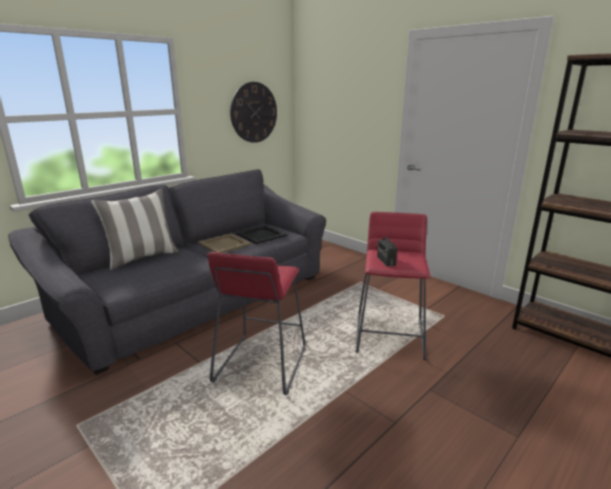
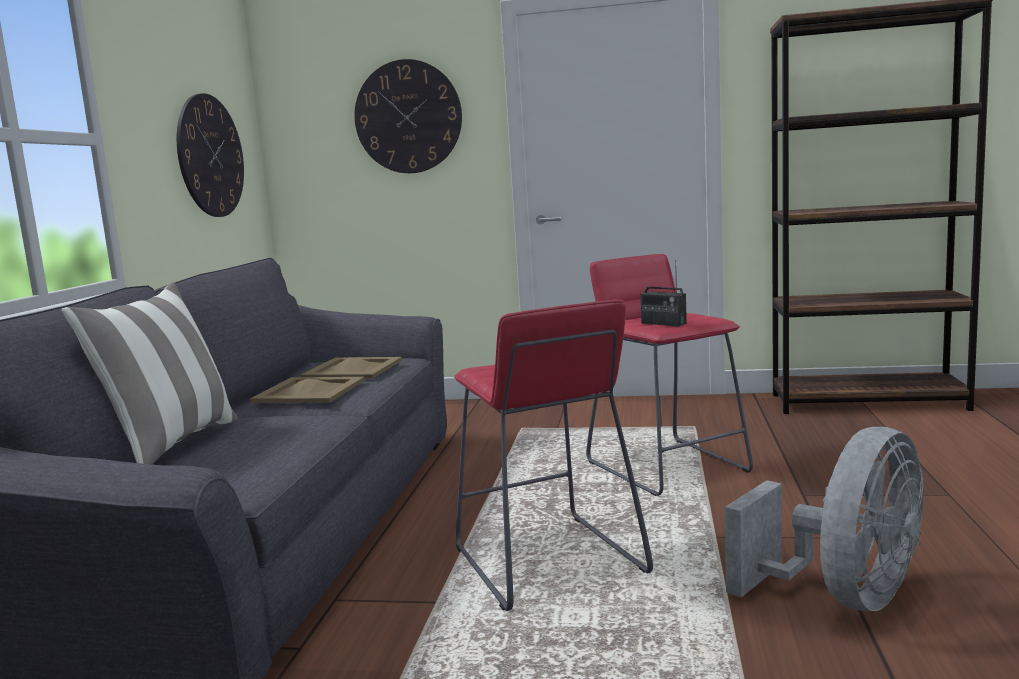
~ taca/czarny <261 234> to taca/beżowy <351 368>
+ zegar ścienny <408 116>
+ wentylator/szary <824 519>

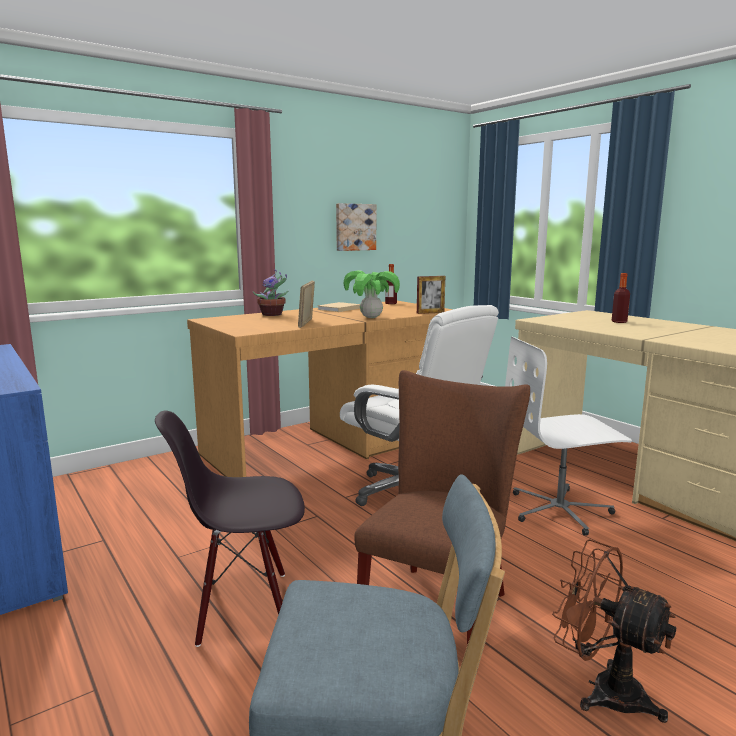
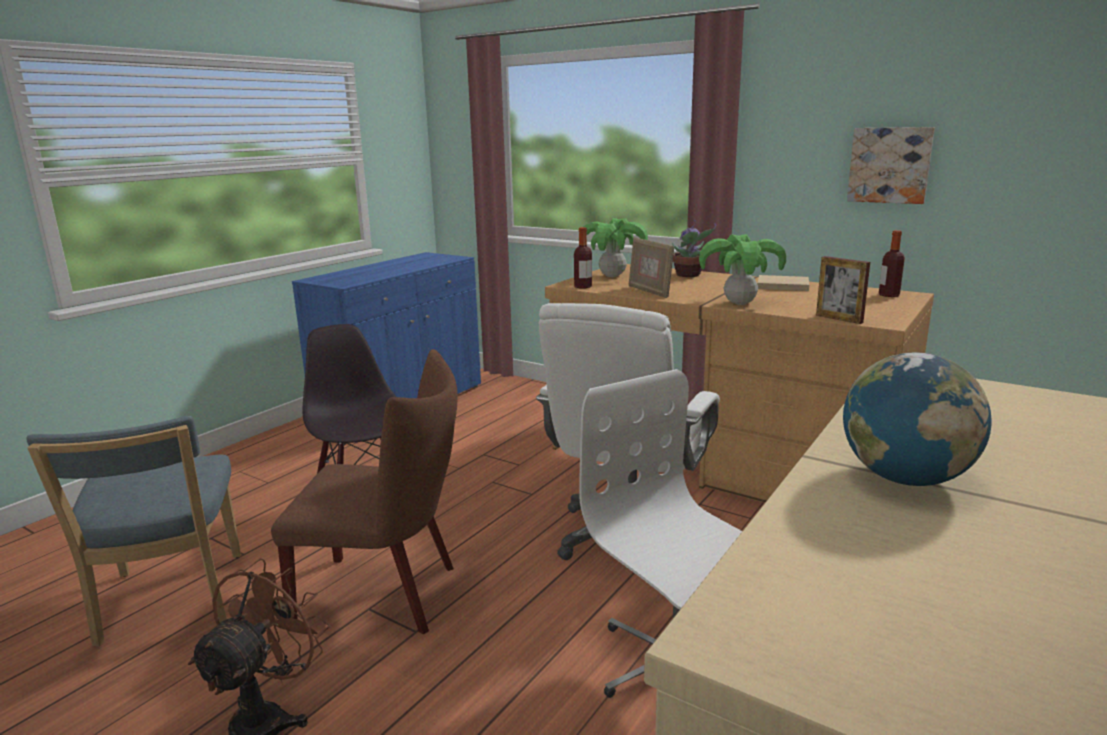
~ ramka na zdjęcie <306 304> = <651 267> 105 degrees counterclockwise
~ butelka <621 298> to <583 257>
+ roślina doniczkowa <615 247>
+ globus <917 419>

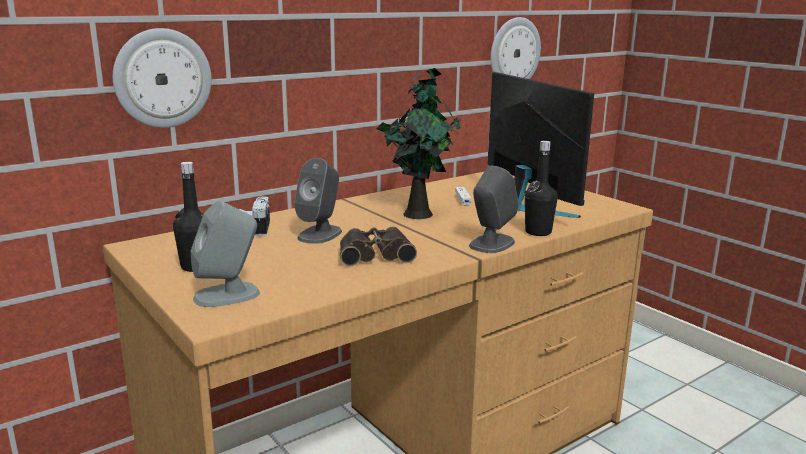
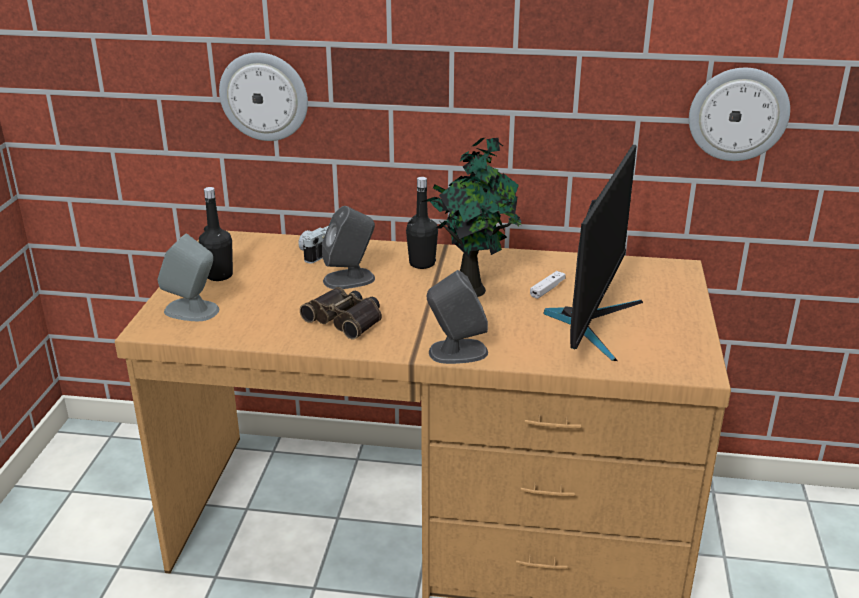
~ butelka/czarny <541 188> to <422 223>

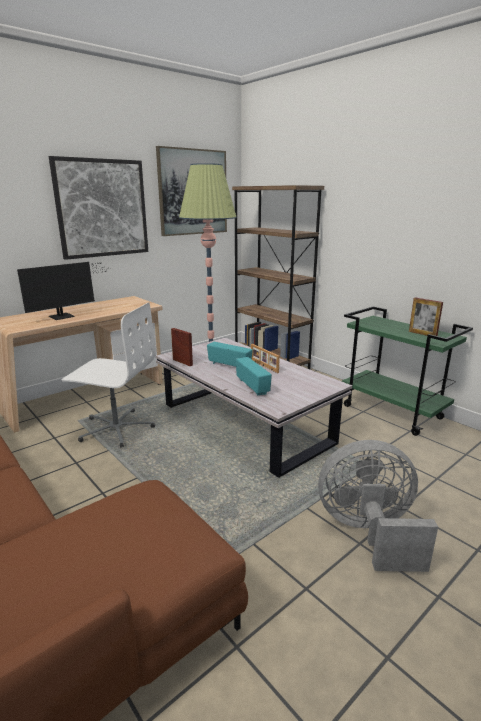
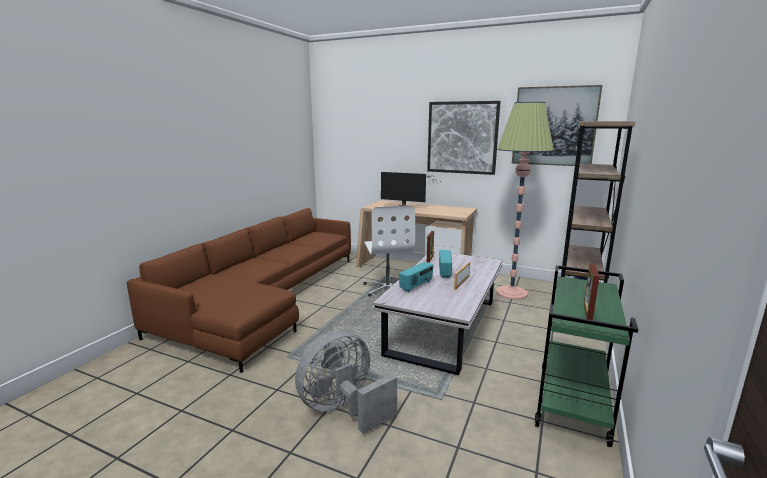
~ wentylator/szary <378 506> = <346 382> 105 degrees counterclockwise

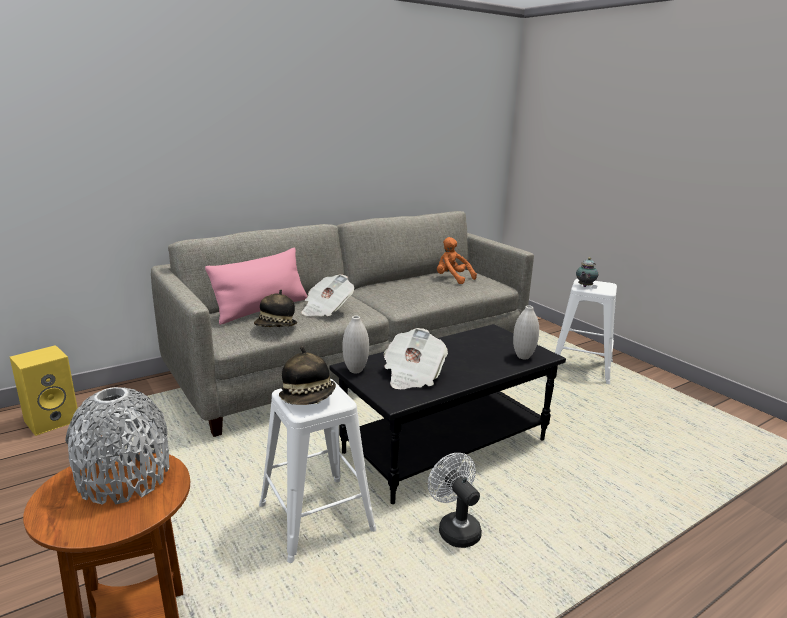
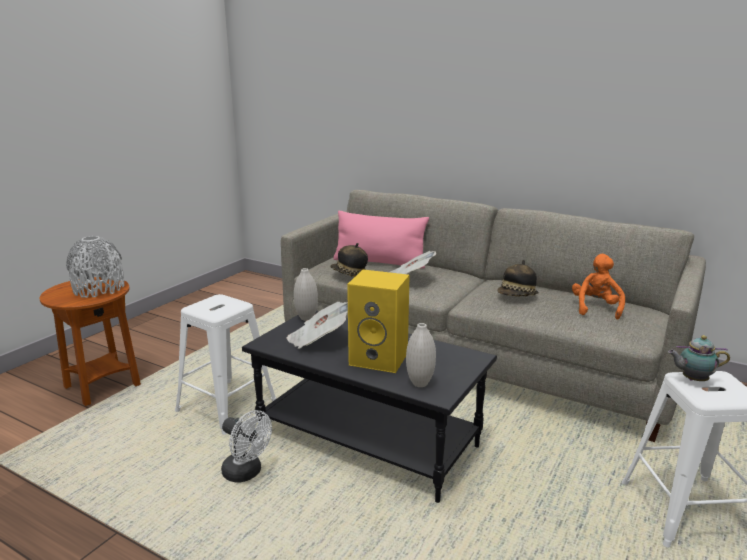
~ głośnik/żółty <44 390> to <378 321>
~ kapelusz <307 376> to <518 278>
~ wentylator/biały <455 500> = <246 446> 90 degrees clockwise

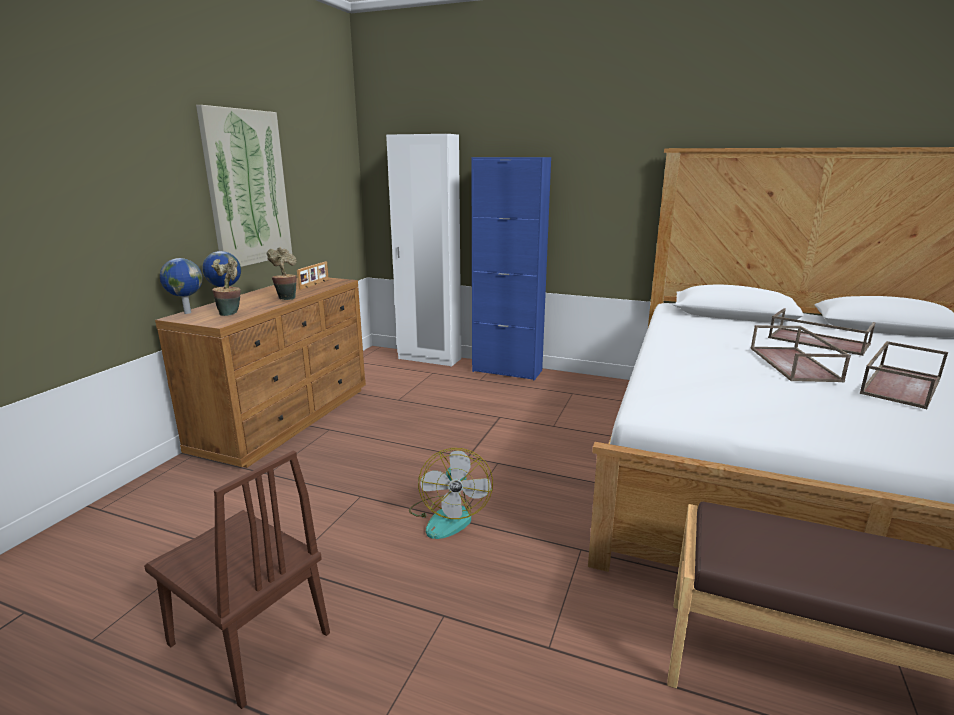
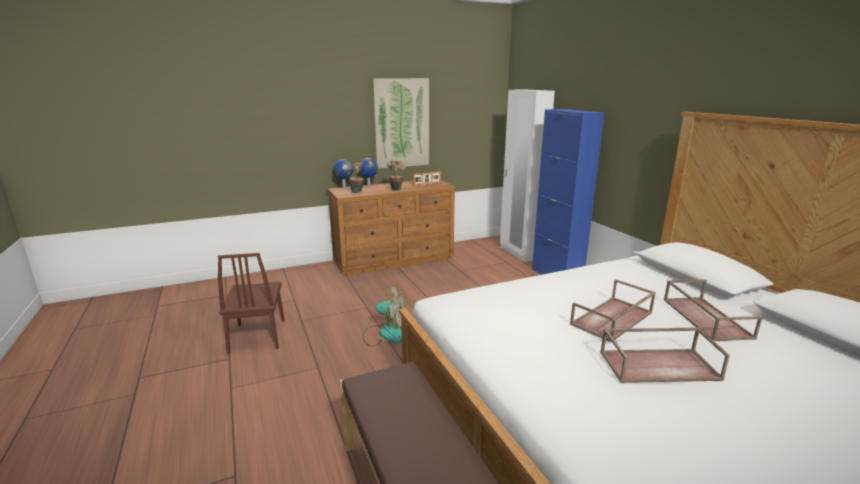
~ wentylator <451 493> = <384 315> 120 degrees counterclockwise

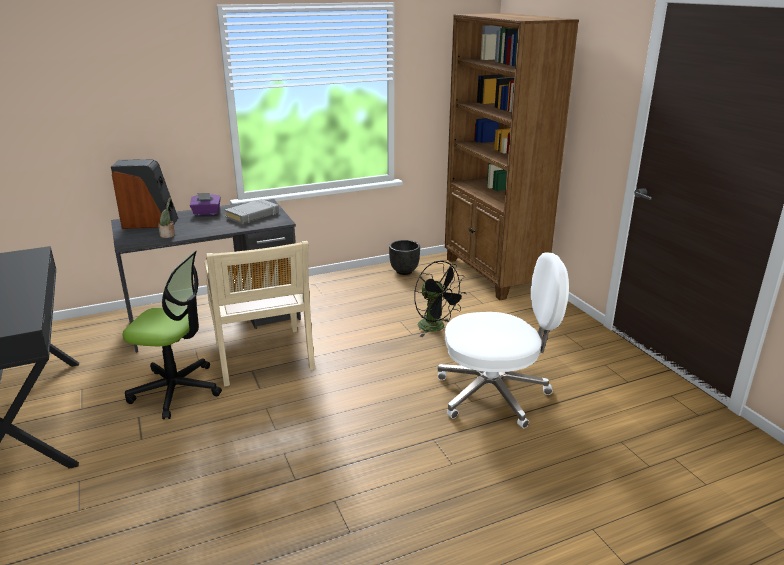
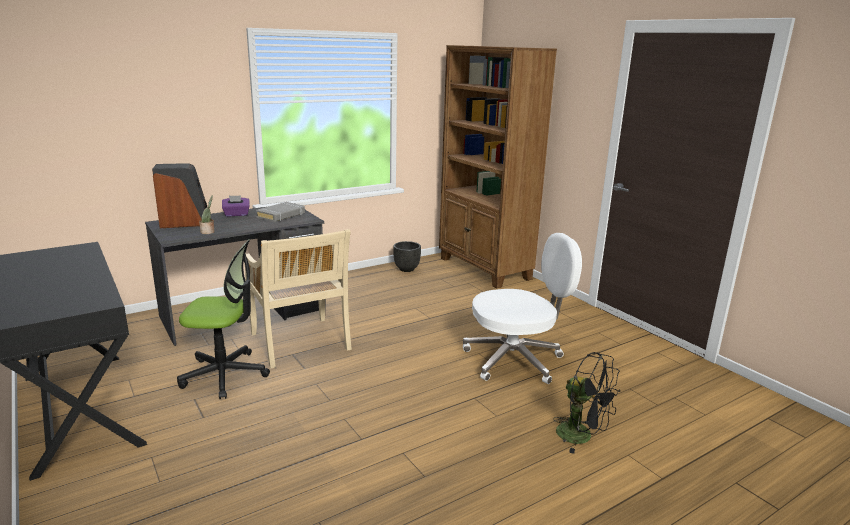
~ wentylator/czarny <440 299> to <586 403>

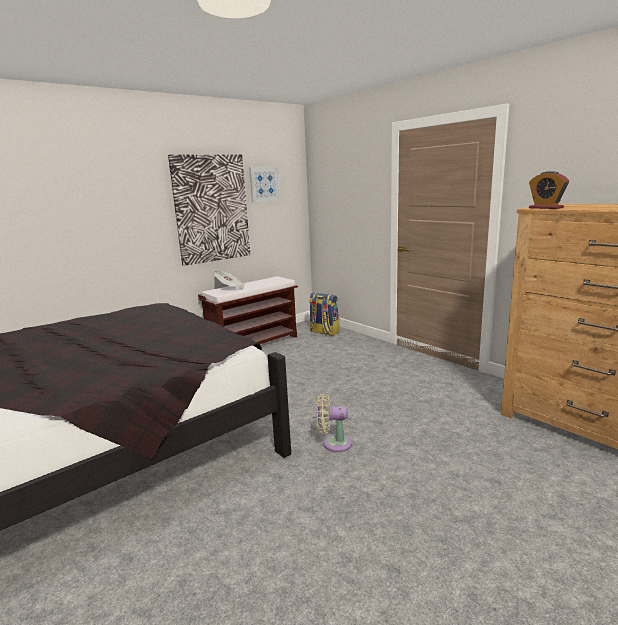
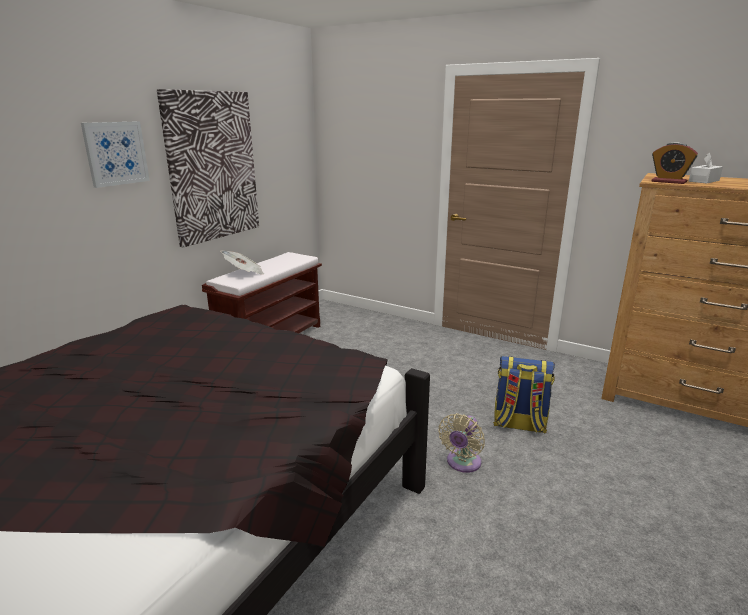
~ obraz <265 184> to <115 154>
~ plecak <324 314> to <524 395>
~ wentylator/beżowy <334 422> = <461 443> 45 degrees counterclockwise
+ pudełko chusteczek/biały <706 168>

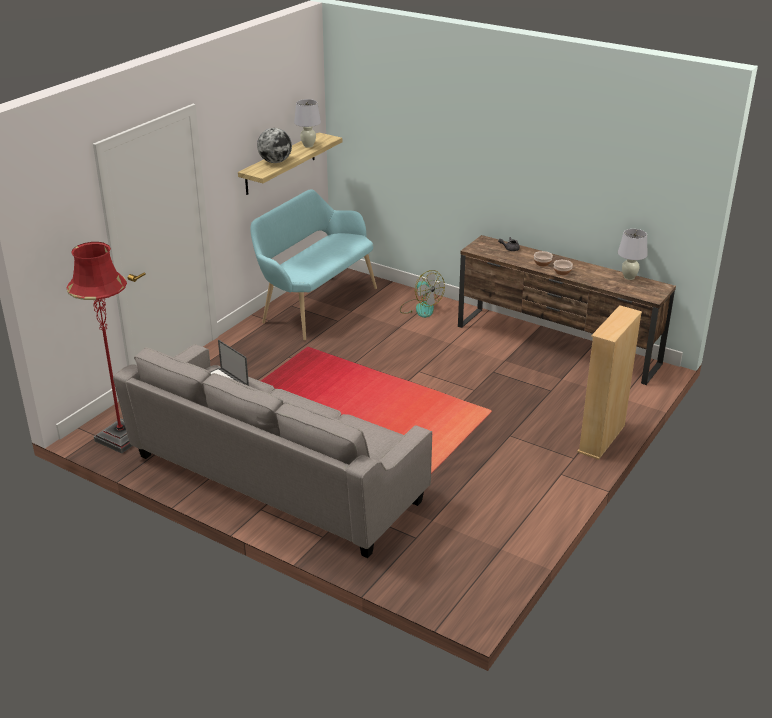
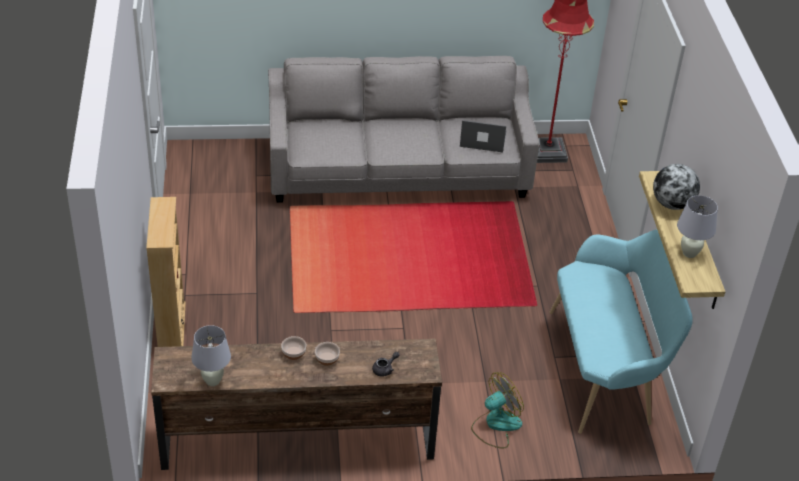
~ wentylator <422 294> = <497 410> 135 degrees clockwise

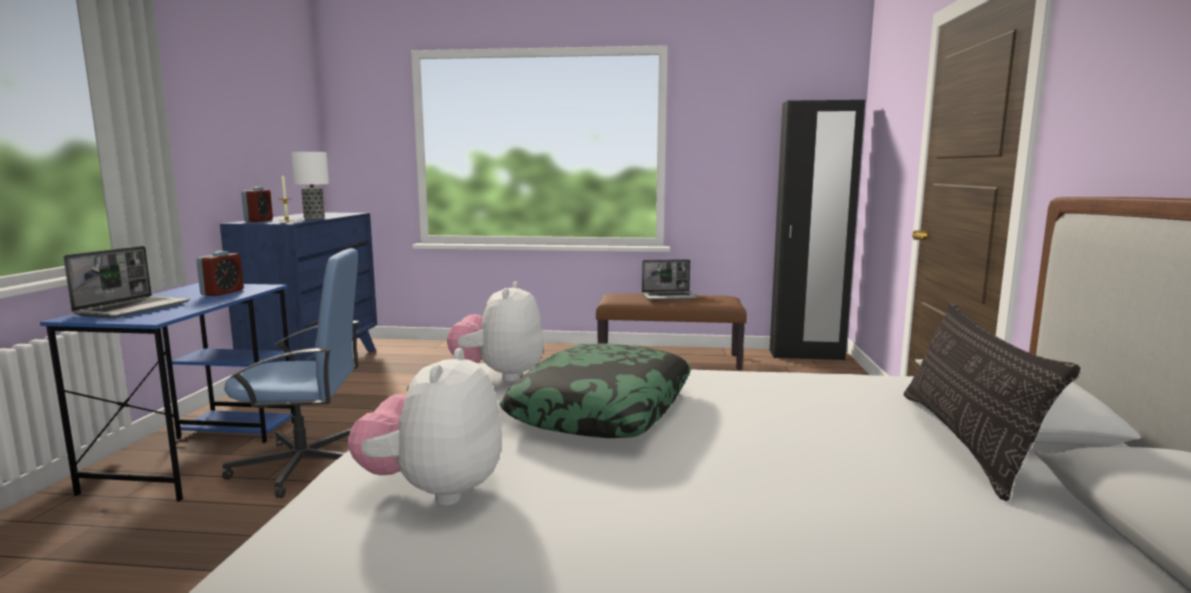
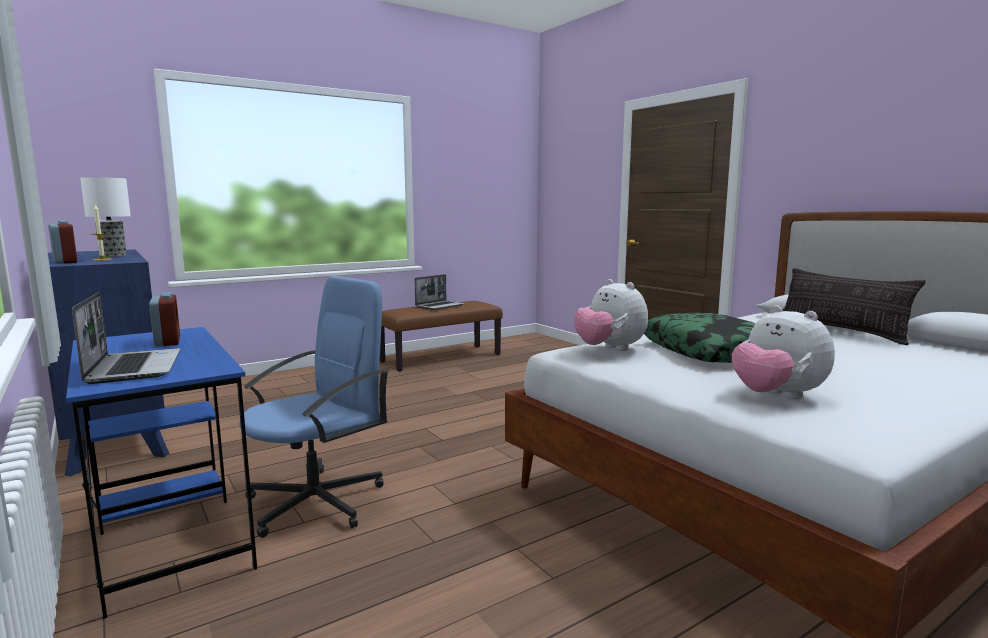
- szafa/czarny <817 230>

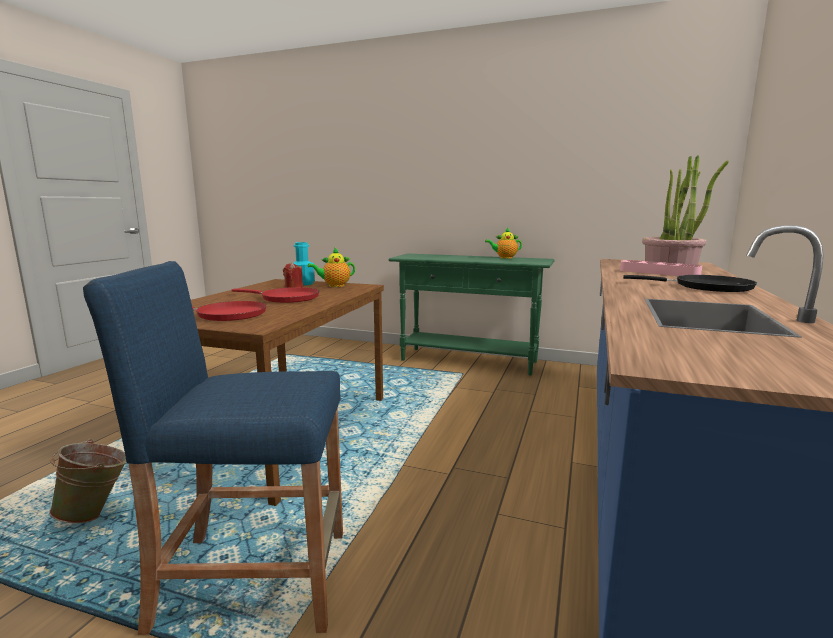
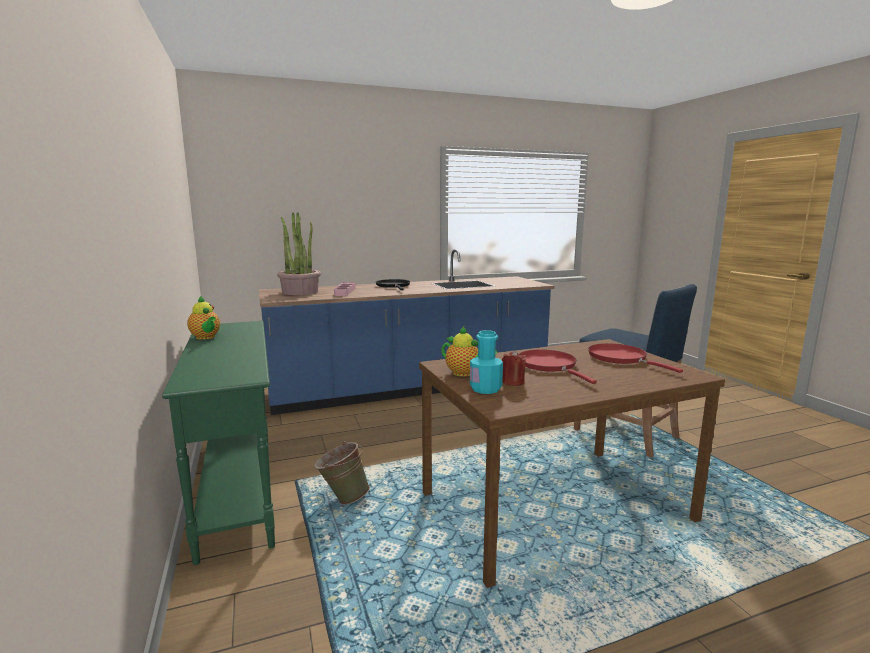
~ wiadro/zielony <88 481> to <342 473>

